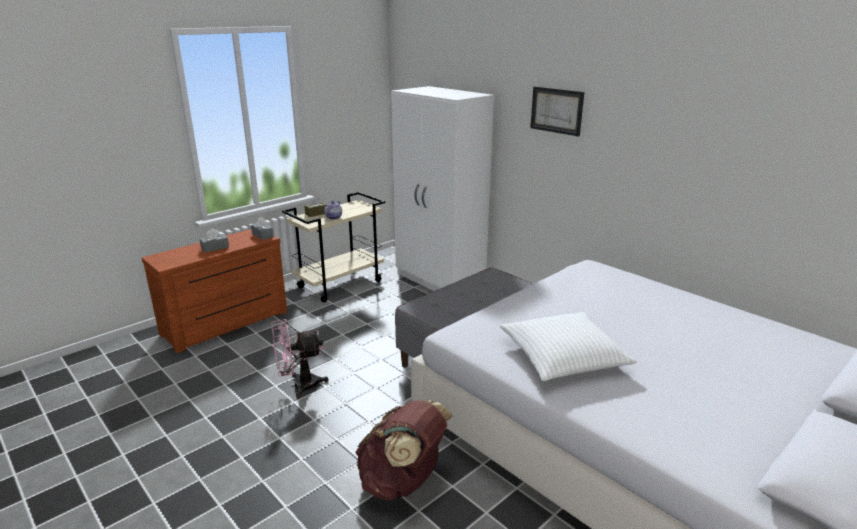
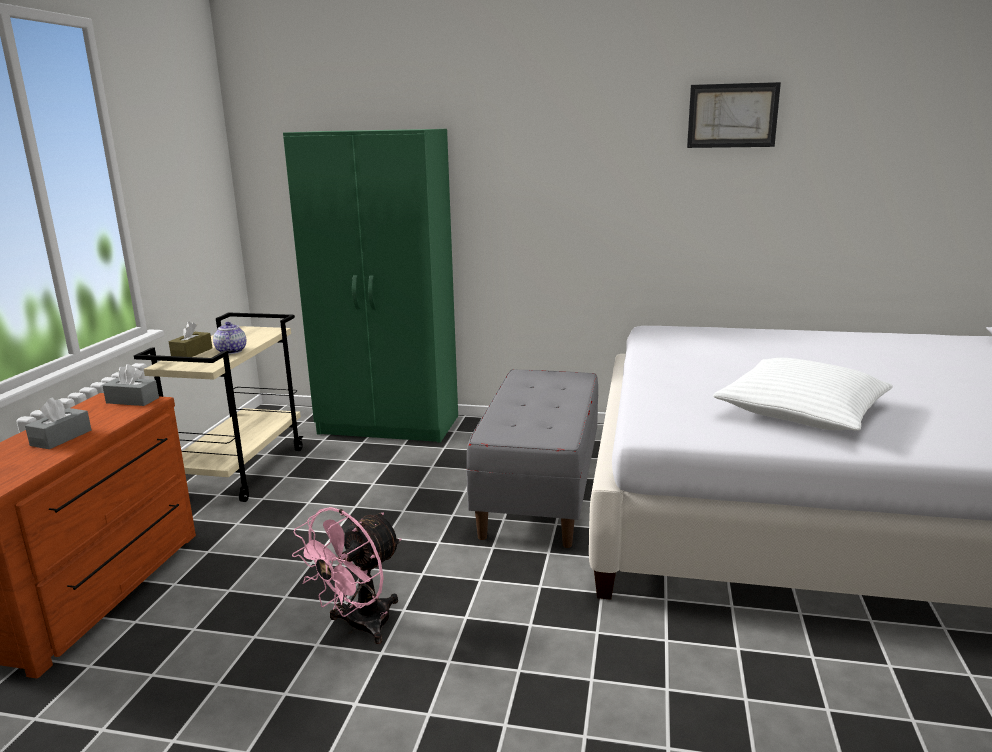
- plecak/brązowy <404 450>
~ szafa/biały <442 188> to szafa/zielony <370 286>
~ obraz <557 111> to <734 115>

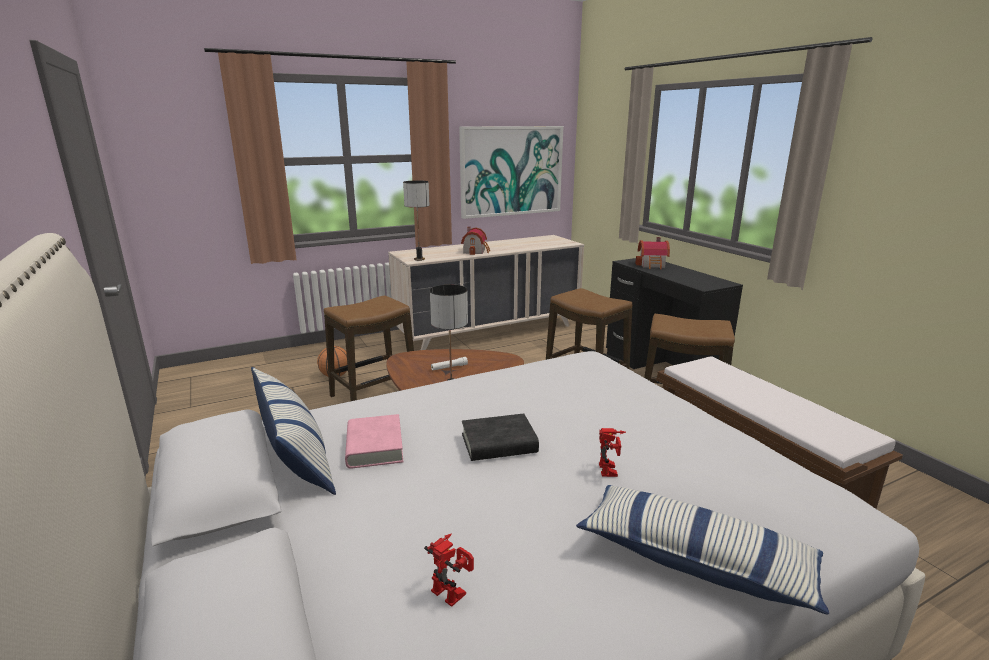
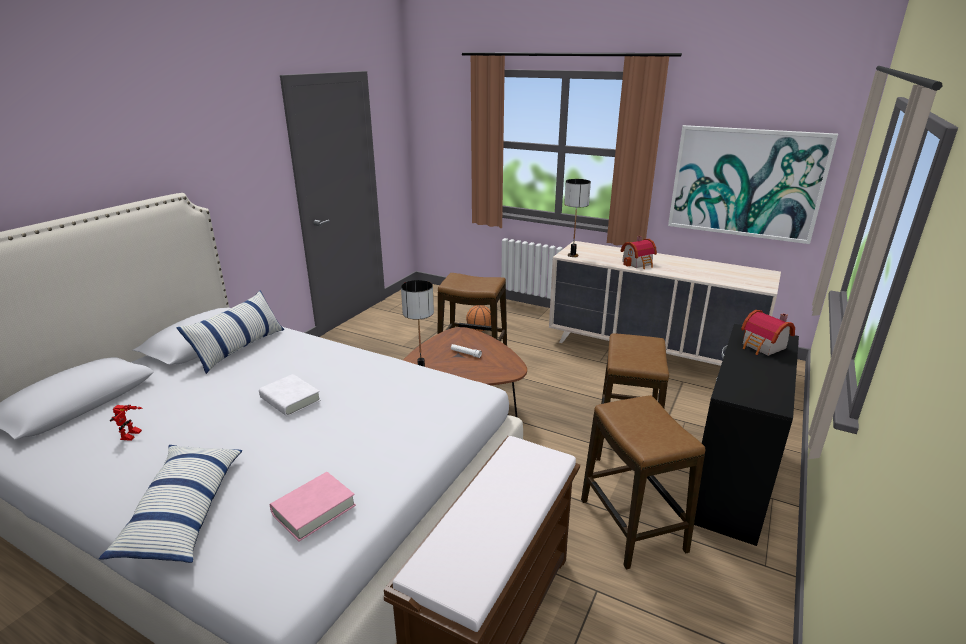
~ książka/różowy <374 441> to <313 507>
~ książka/czarny <500 437> to książka/biały <290 395>
- robot zabawkowy <612 452>

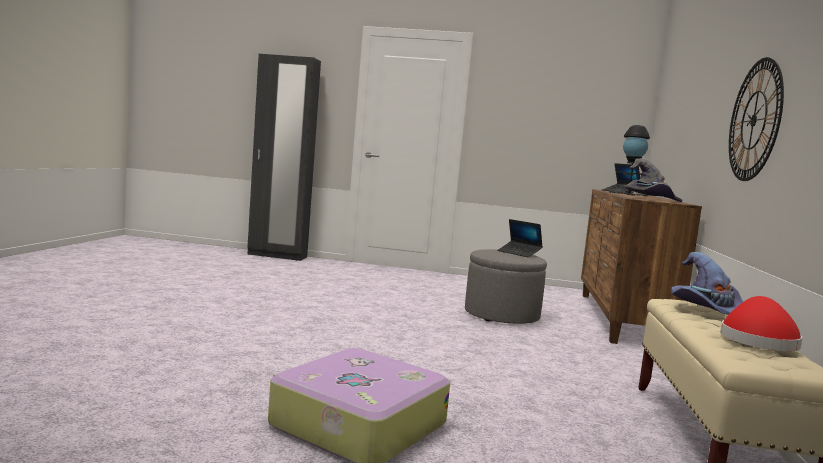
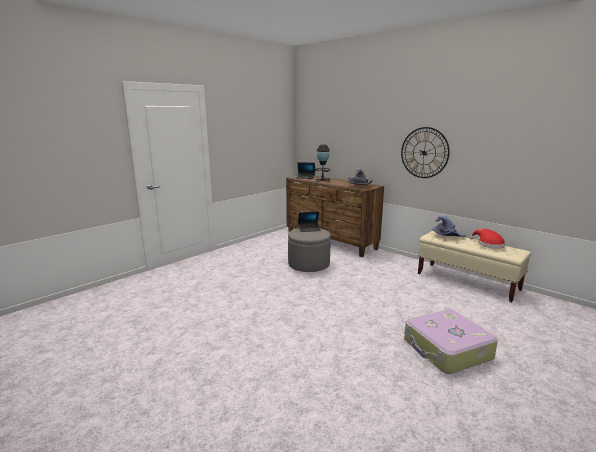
- szafa/czarny <284 157>

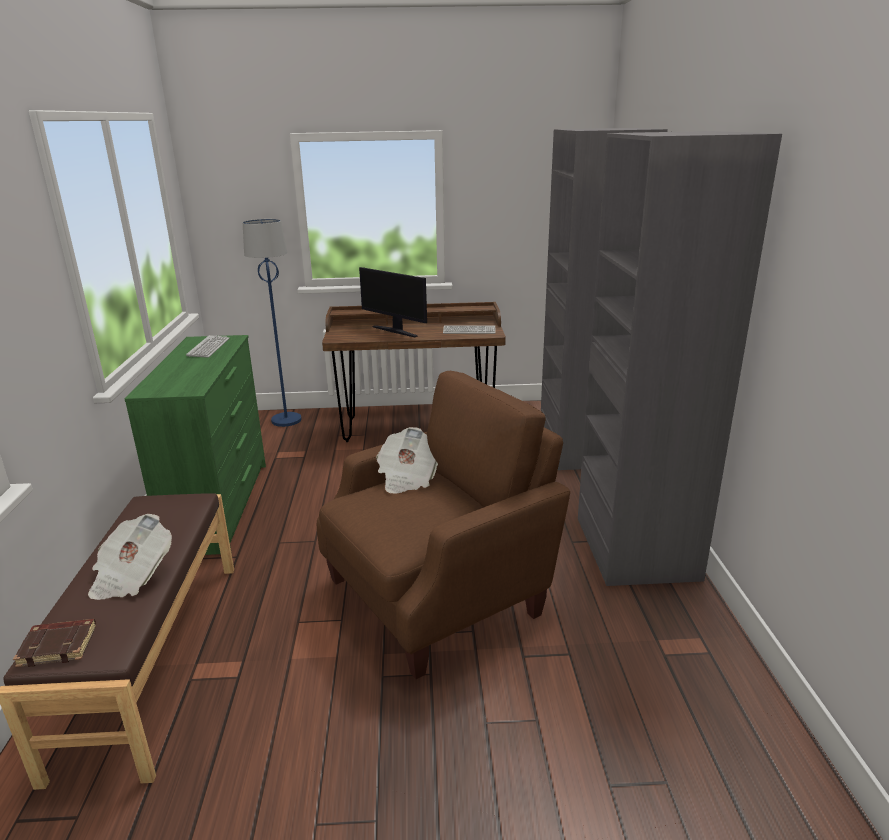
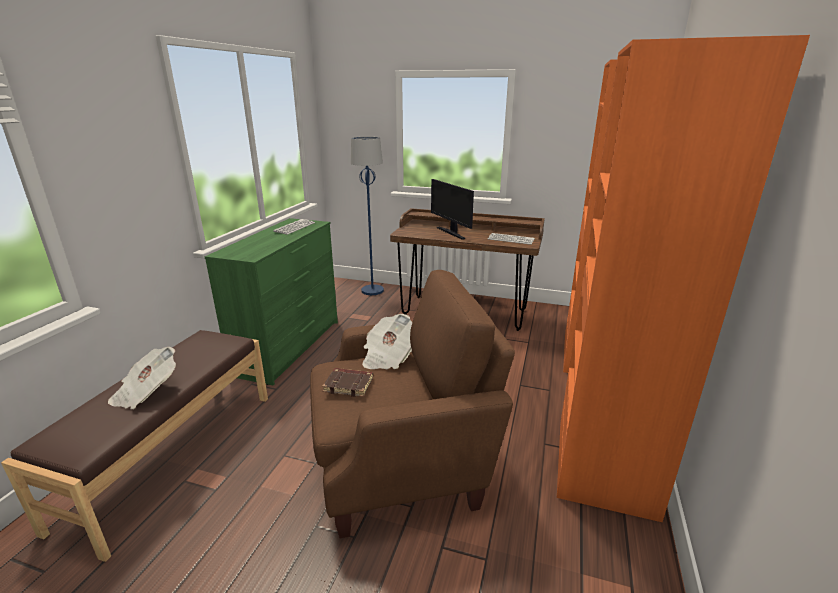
~ książka/brązowy <54 643> to <347 382>
~ szafa/szary <661 357> to szafa/pomarańczowy <683 278>

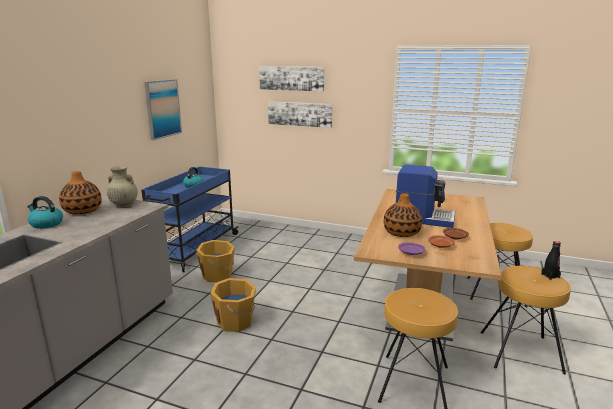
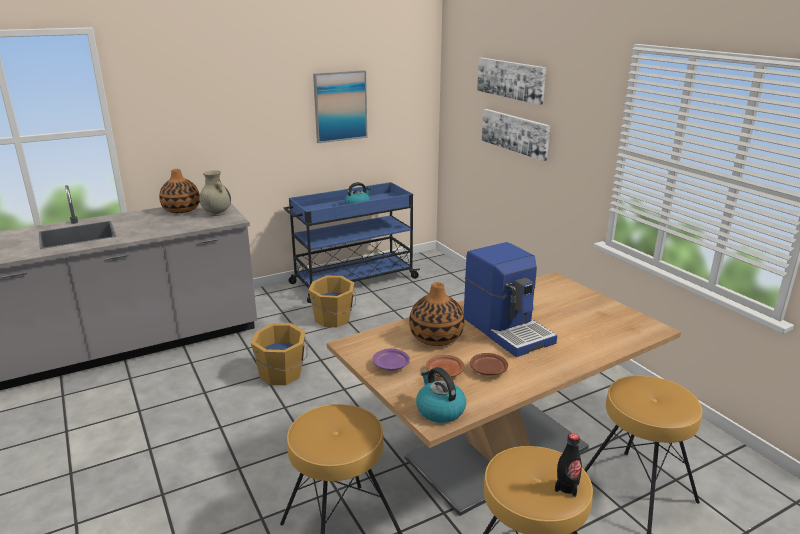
~ czajnik <45 212> to <441 395>

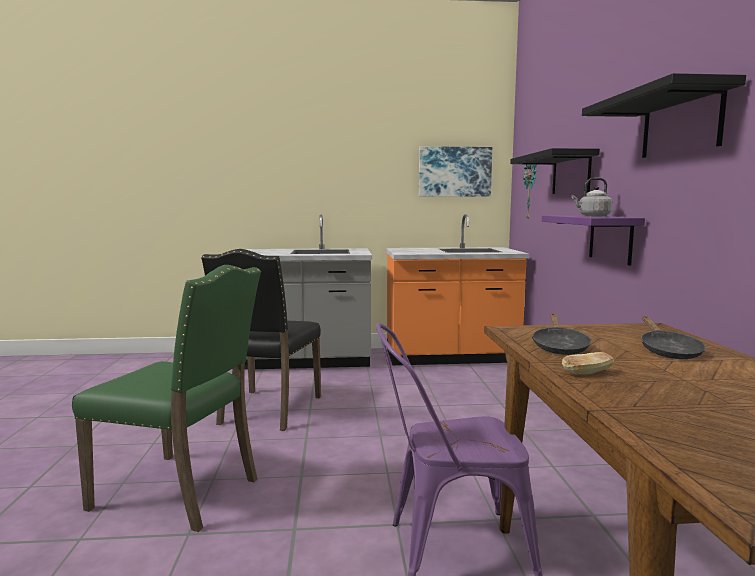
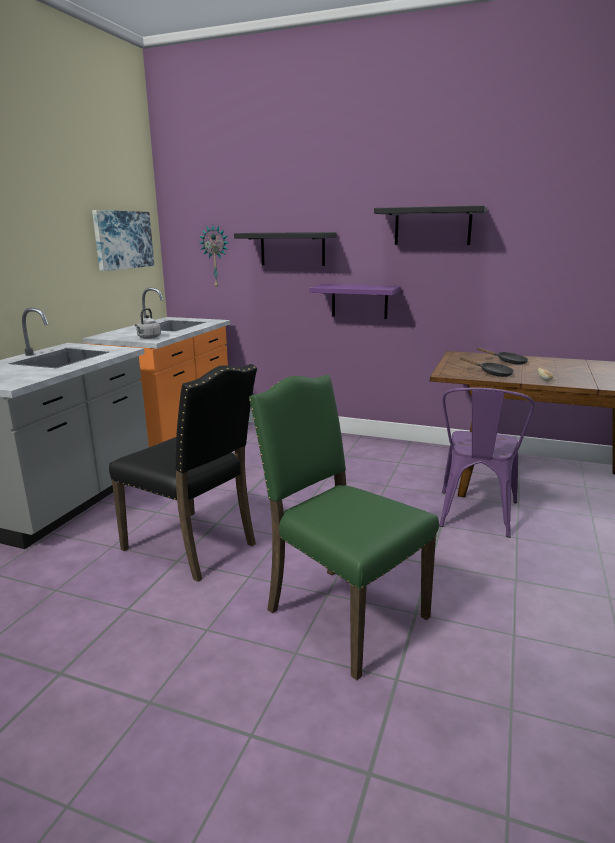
~ krzesło/zielony <166 398> = <344 527> 90 degrees counterclockwise
~ czajnik/szary <592 197> to <148 323>

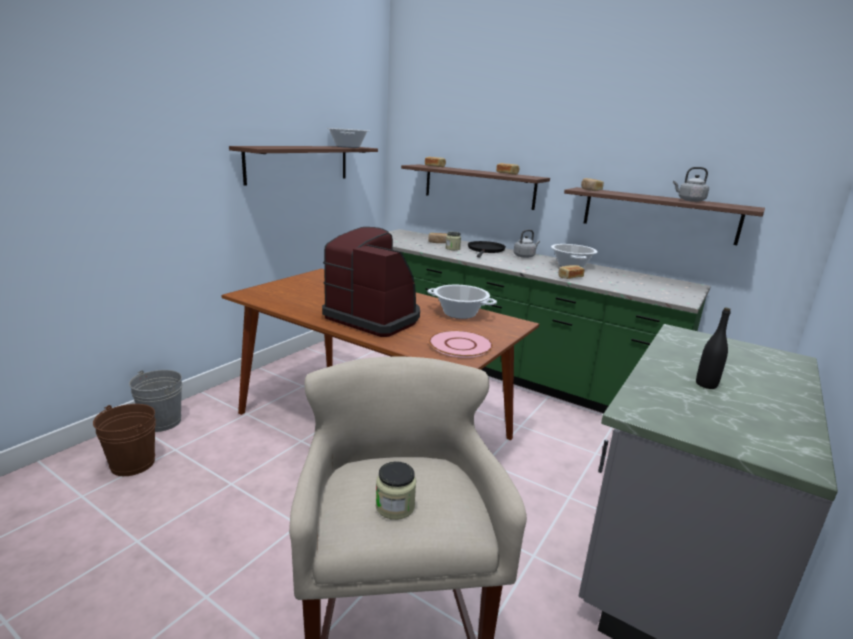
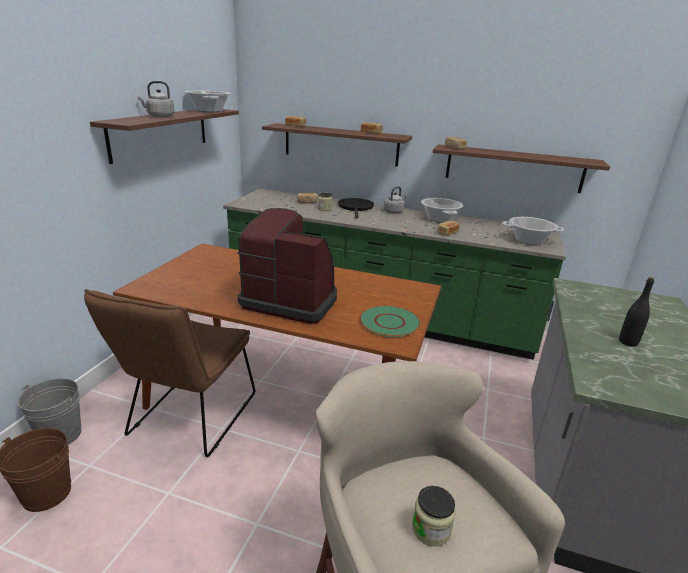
~ garnek <462 302> to <533 231>
~ talerz/różowy <461 344> to talerz/zielony <390 321>
~ czajnik/szary <691 184> to <156 99>
+ krzesło/brązowy <169 373>

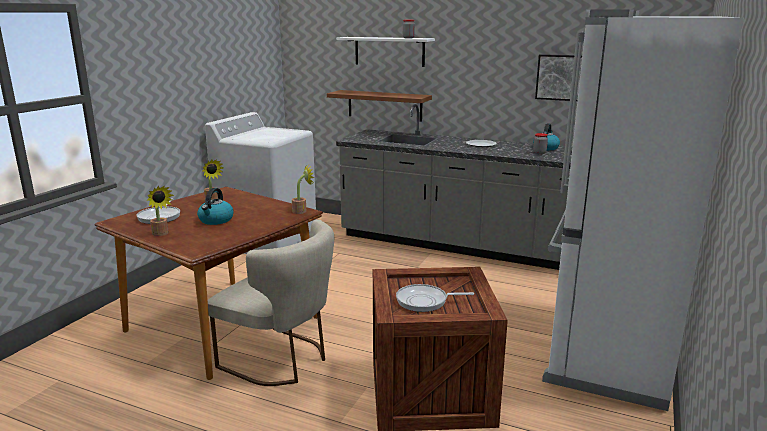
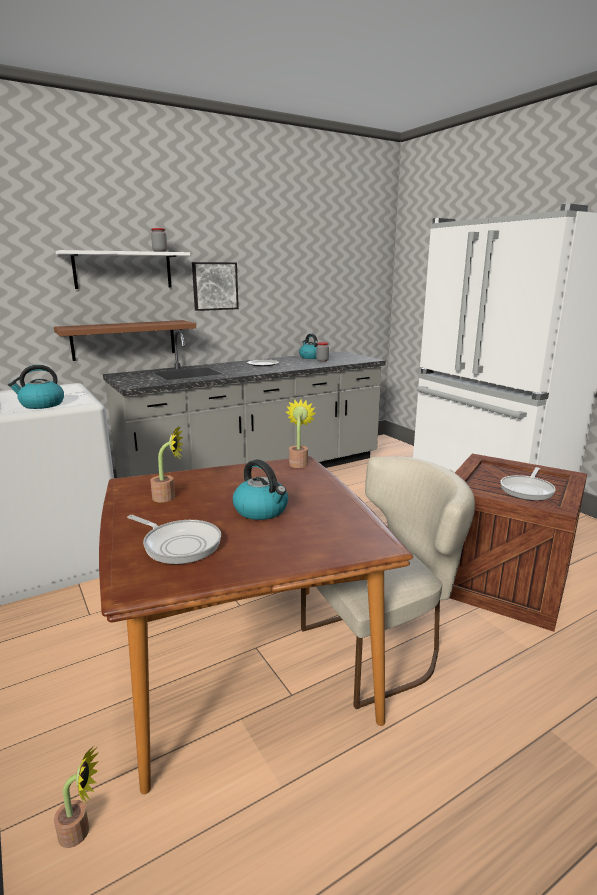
~ roślina doniczkowa <160 211> to <76 797>
~ obraz <558 77> to <215 286>
+ czajnik <36 387>

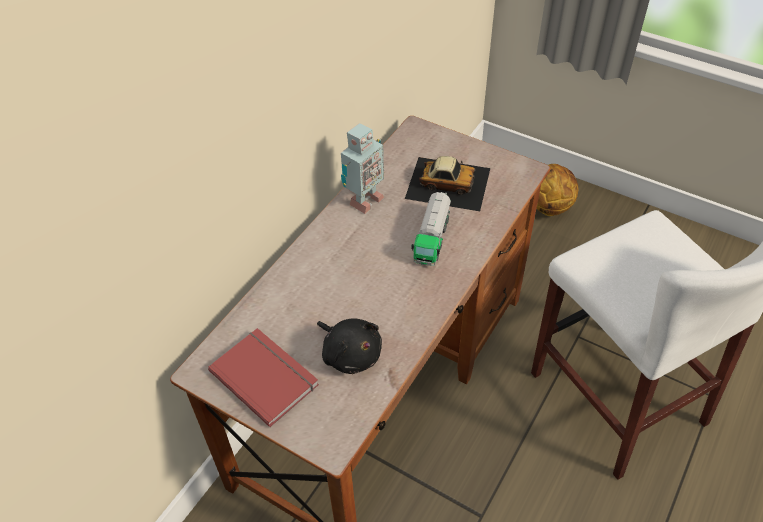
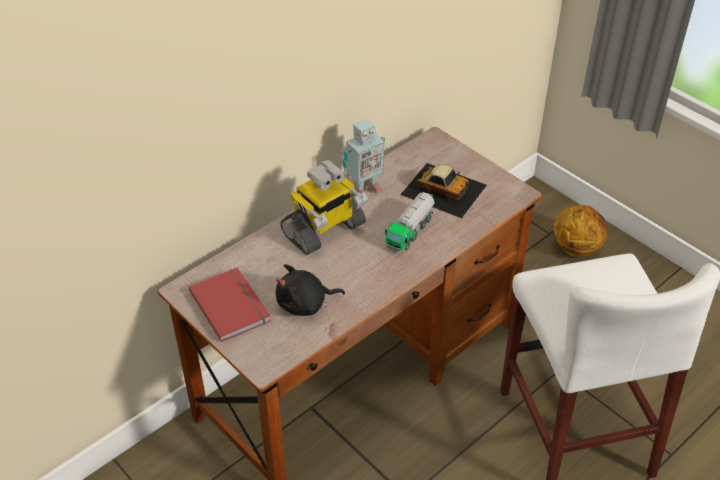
~ pluszak/czarny <349 346> = <310 290> 105 degrees clockwise
+ robot zabawkowy <324 207>

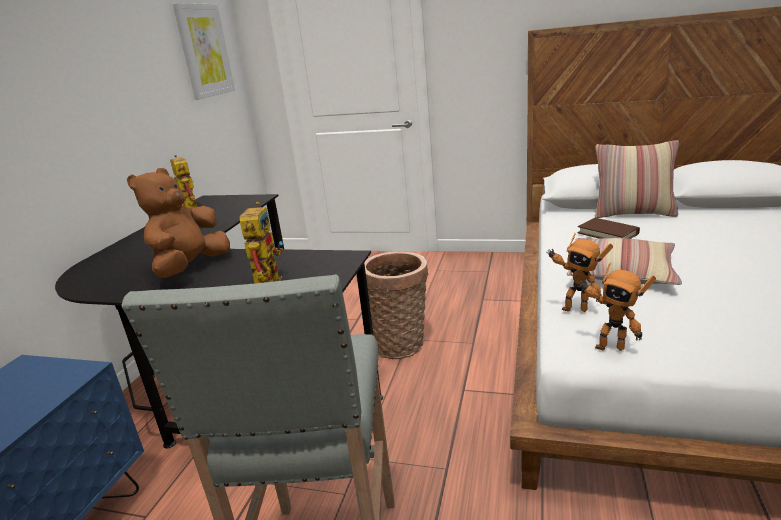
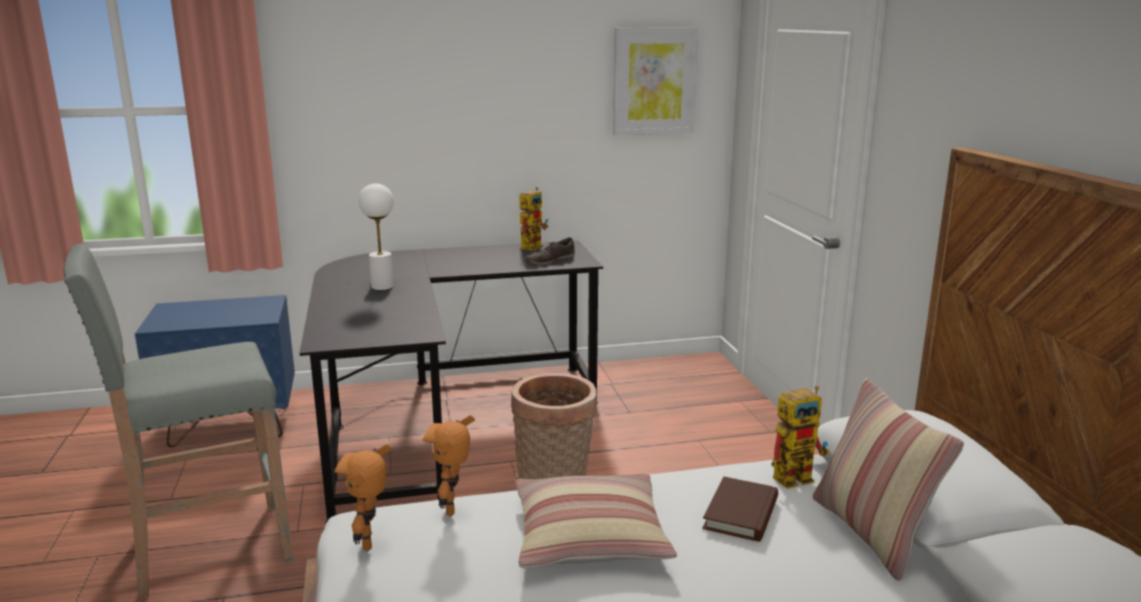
~ pluszak/brązowy <178 223> to lampa stołowa/biały <376 236>
~ robot zabawkowy <261 242> to <800 437>
+ but/brązowy <549 251>

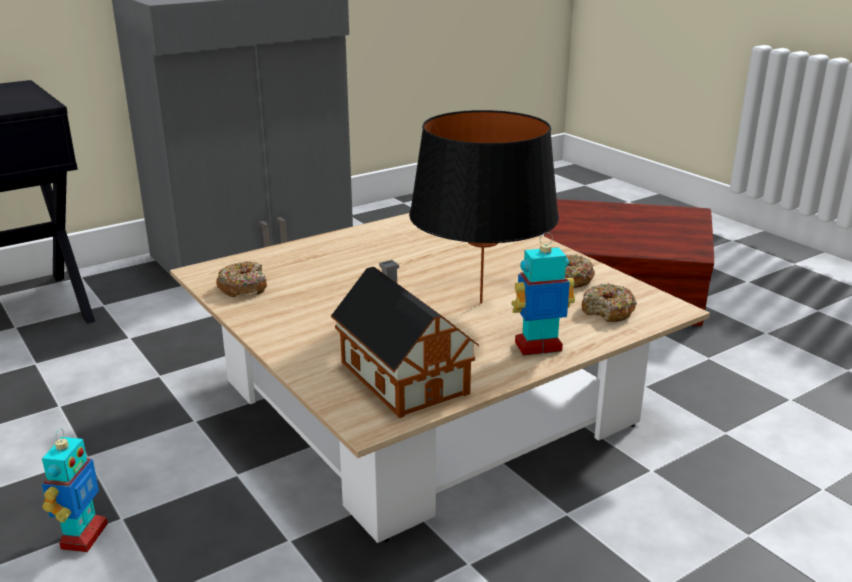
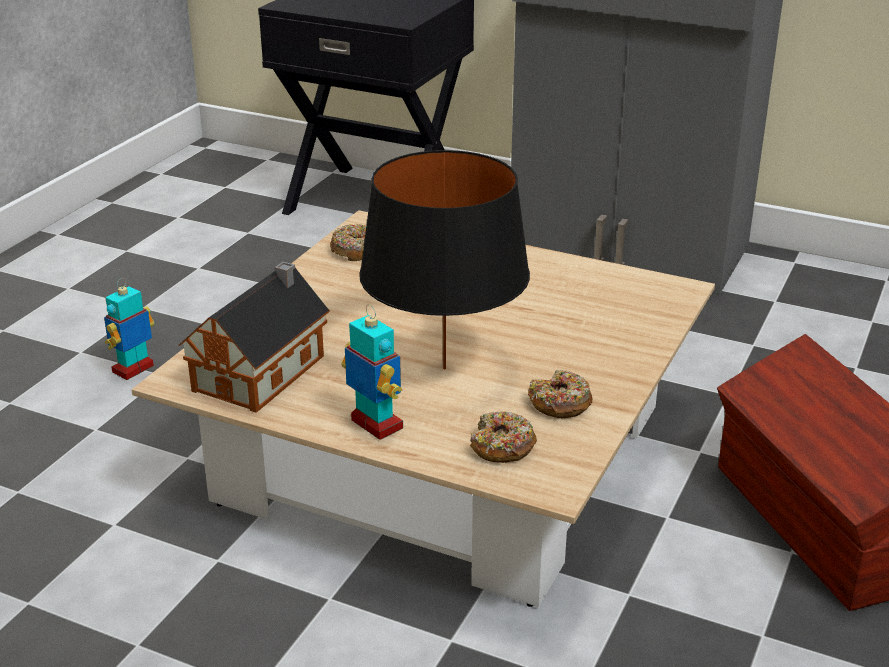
~ robot zabawkowy <75 490> = <129 329> 150 degrees clockwise

